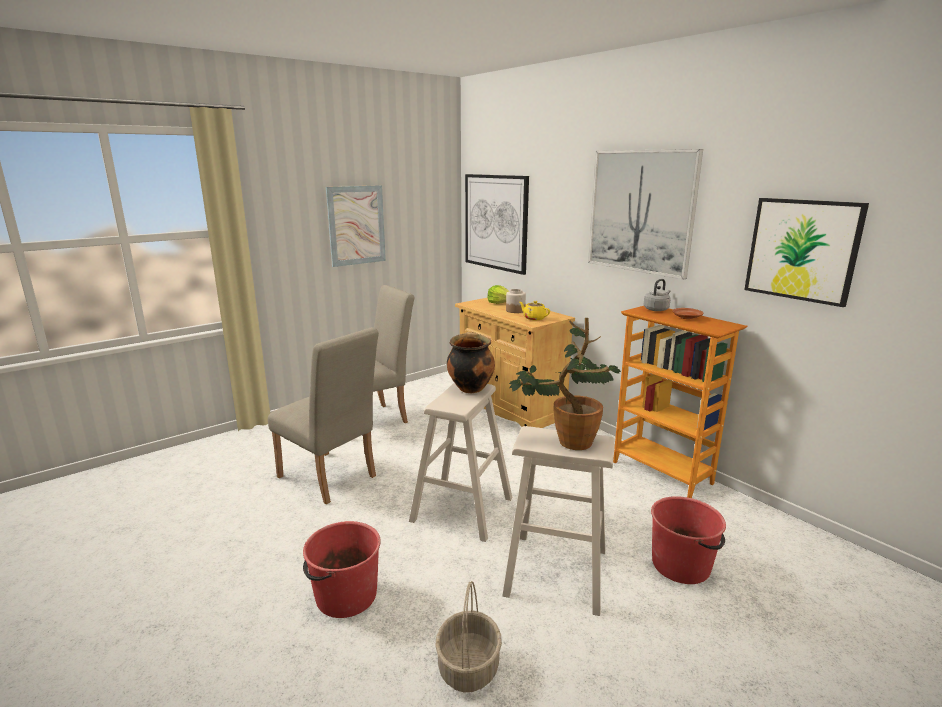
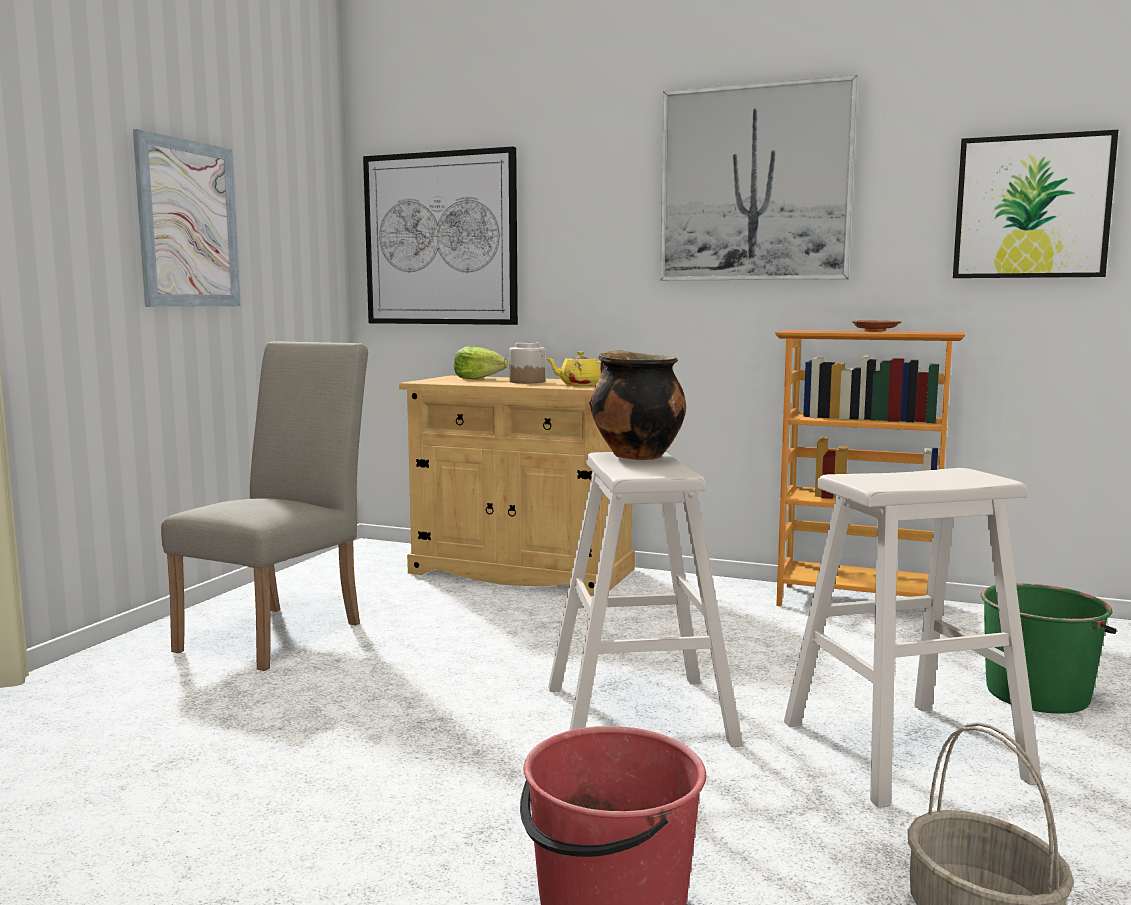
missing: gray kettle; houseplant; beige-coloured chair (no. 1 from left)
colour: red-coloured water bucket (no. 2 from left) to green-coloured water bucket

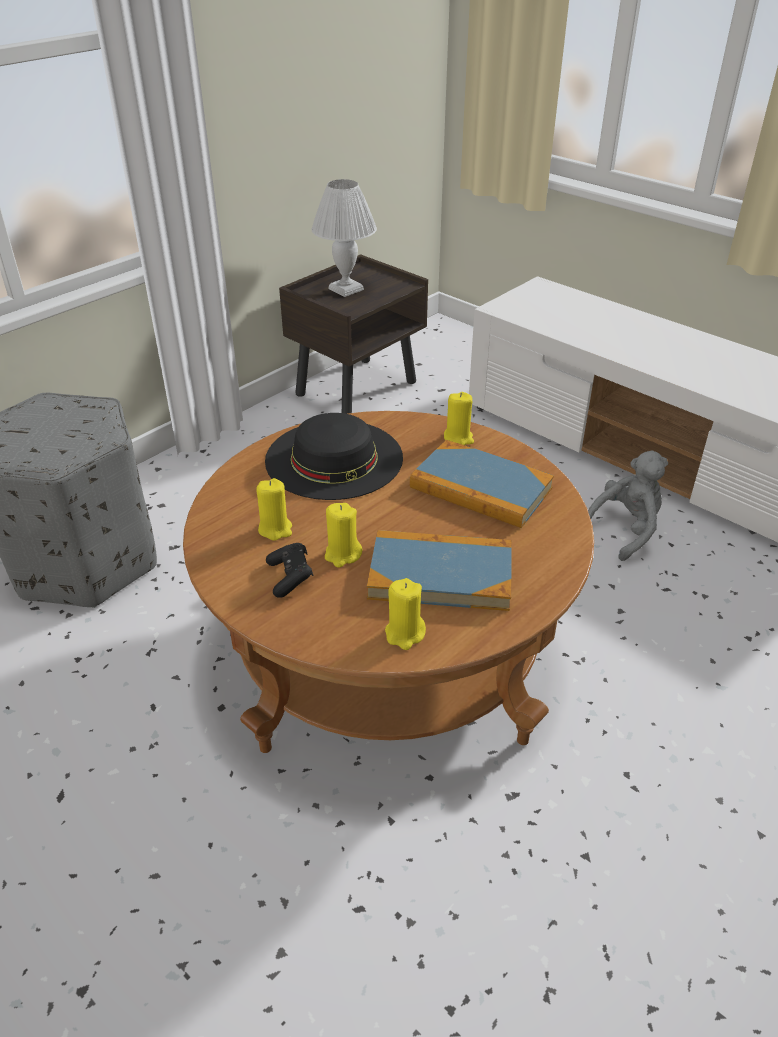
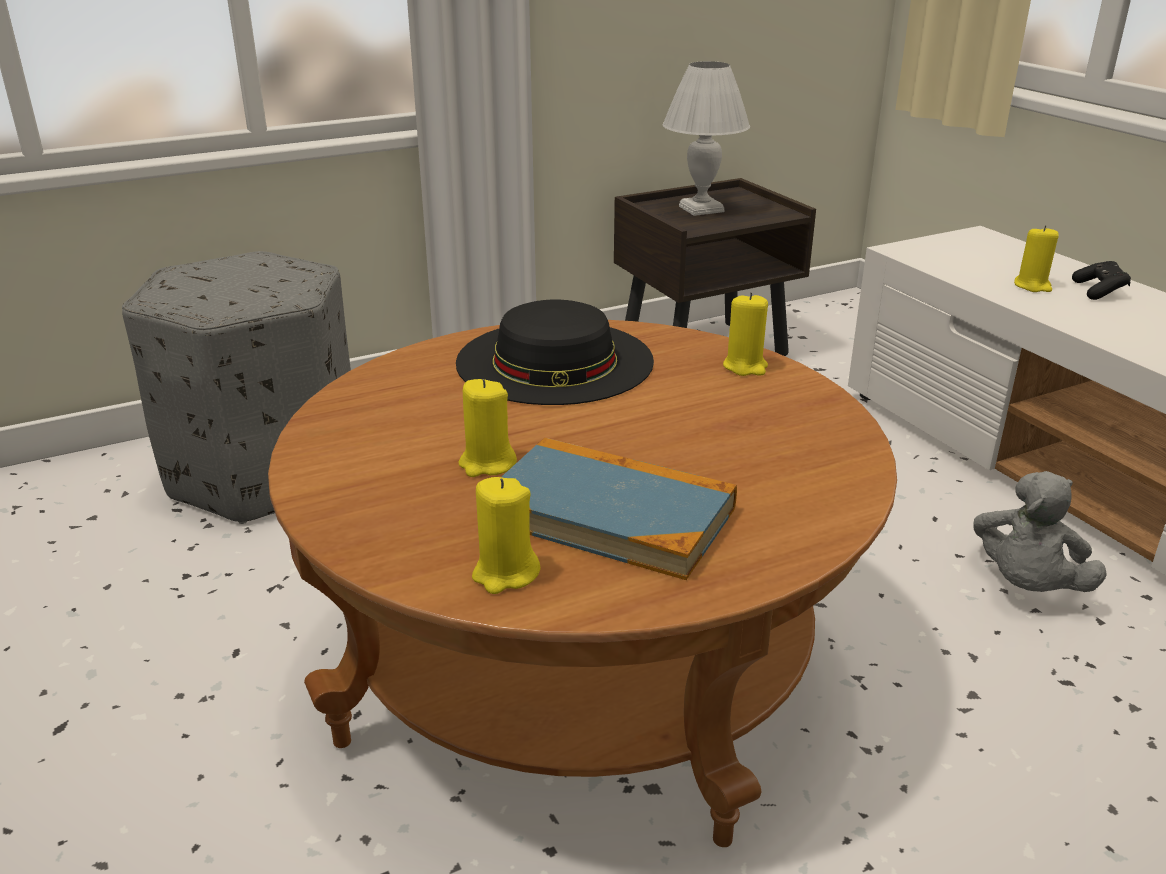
missing: volume (no. 2 from left)
relocated: yellow-coloured wax candle (no. 1 from left in the first image) to yellow-coloured wax candle (no. 4 from left); black joypad
spun: gray plush toy 135 degrees clockwise

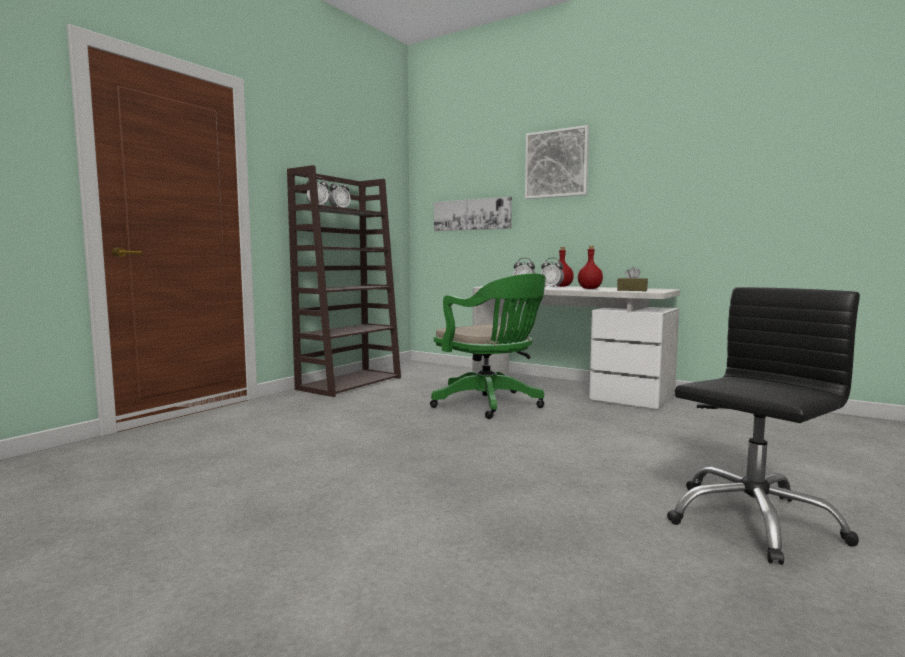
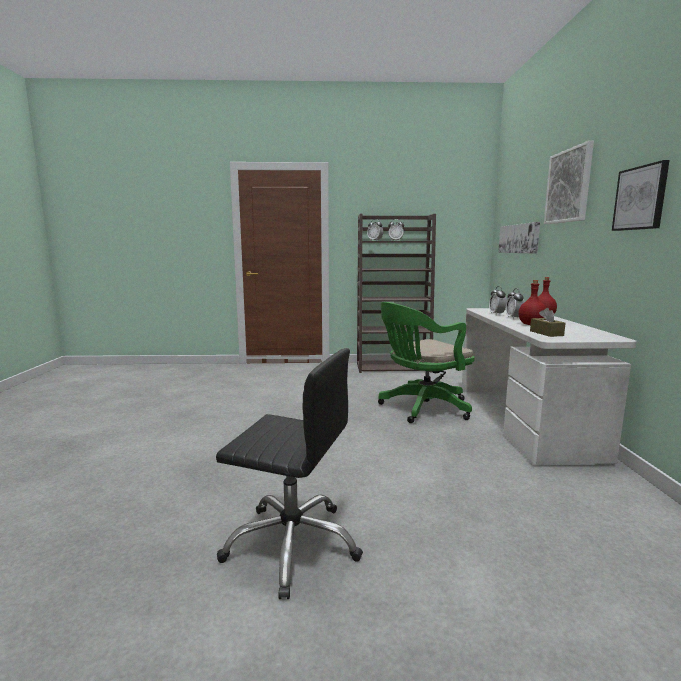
appeared: wall picture (no. 3 from left)
spun: green-coloured office chair 45 degrees clockwise

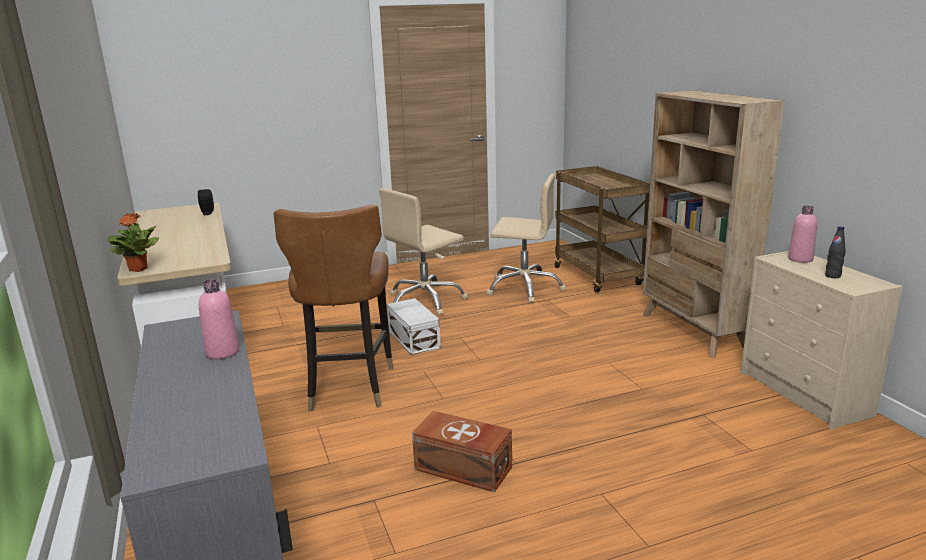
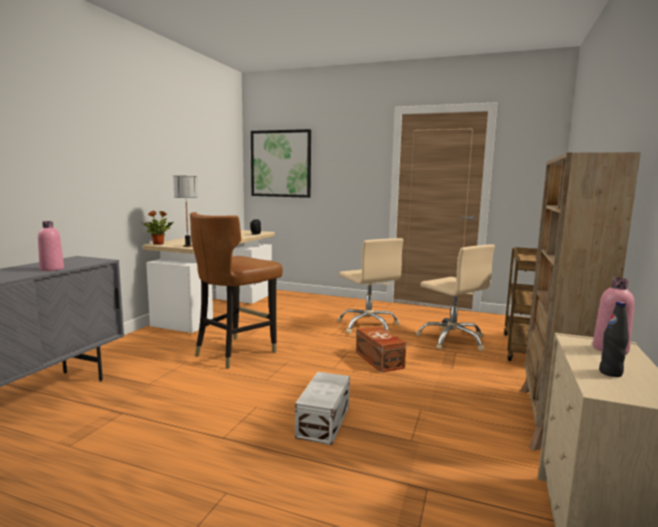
appeared: wall picture; table lamp
relocated: white-coloured storage bin; brown-coloured storage bin
spun: beige-coloured office chair (no. 1 from left) 120 degrees counterclockwise

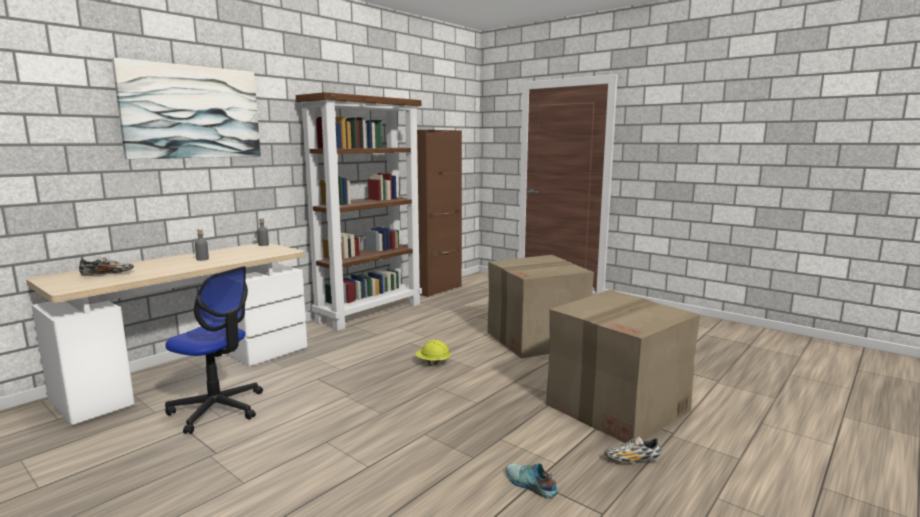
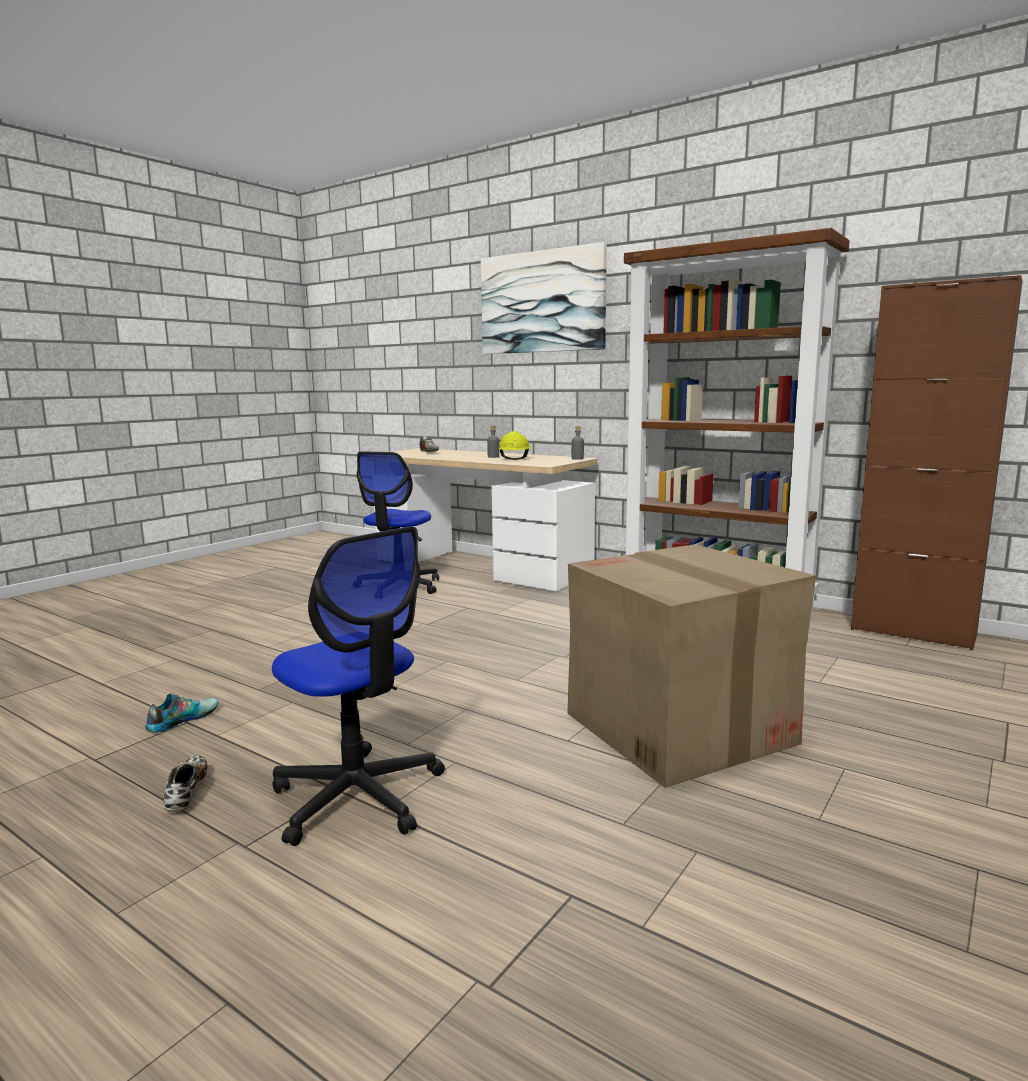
relocated: yellow-coloured work helmet
exchanged: carton (no. 2 from left) to office chair (no. 1 from left)

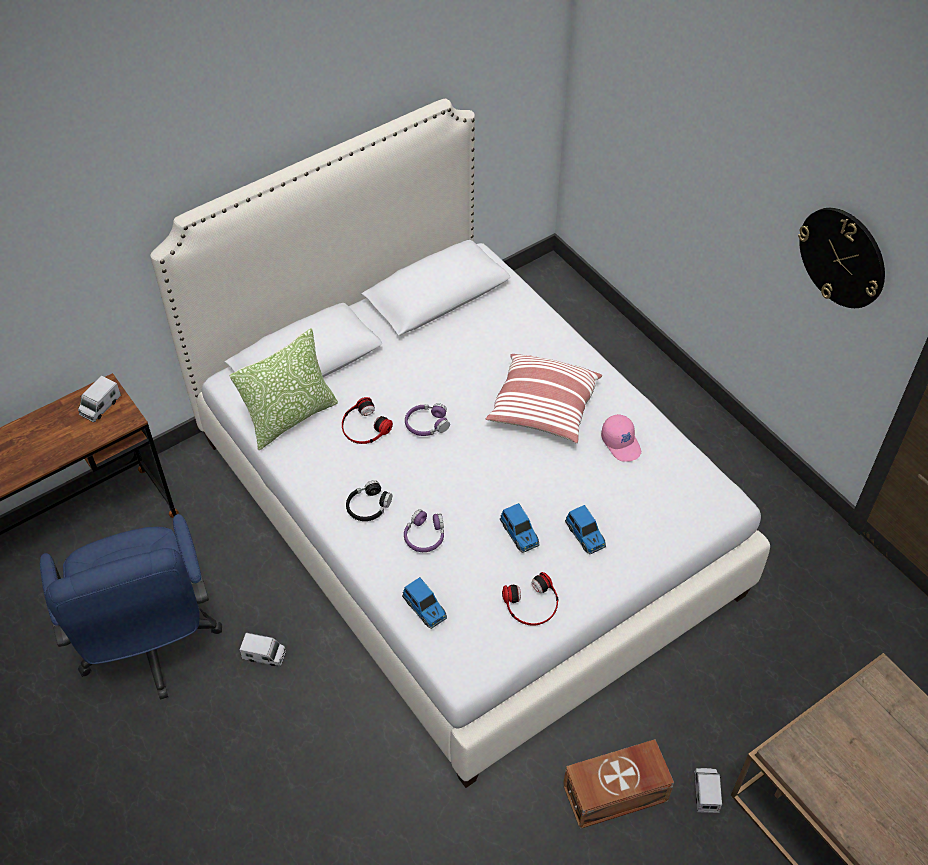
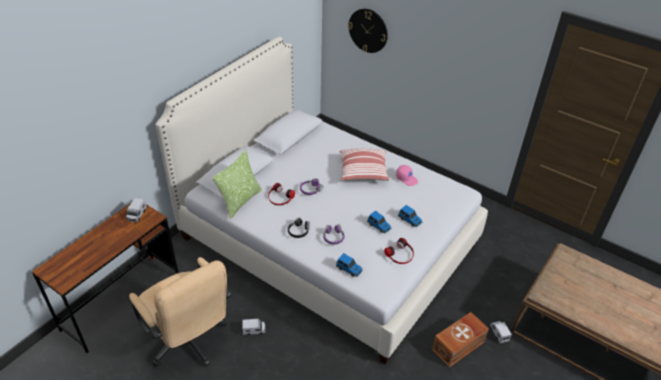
relocated: hanging clock
colour: blue-coloured office chair to beige-coloured office chair

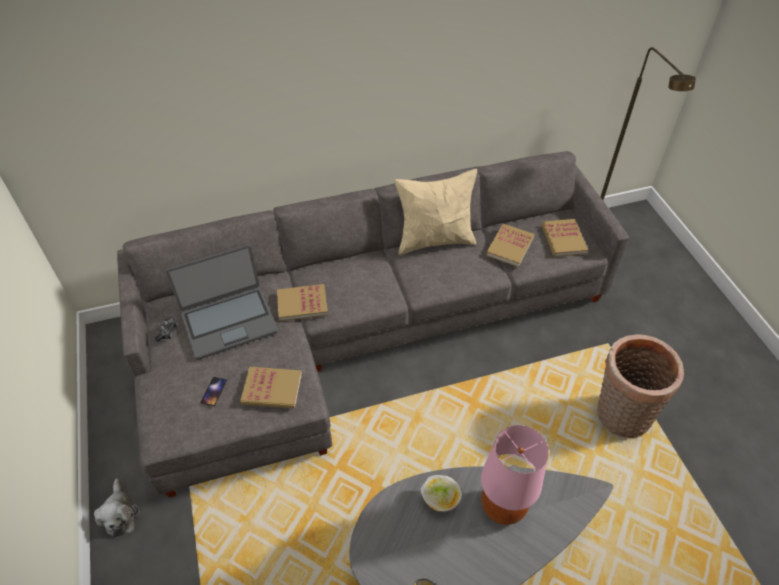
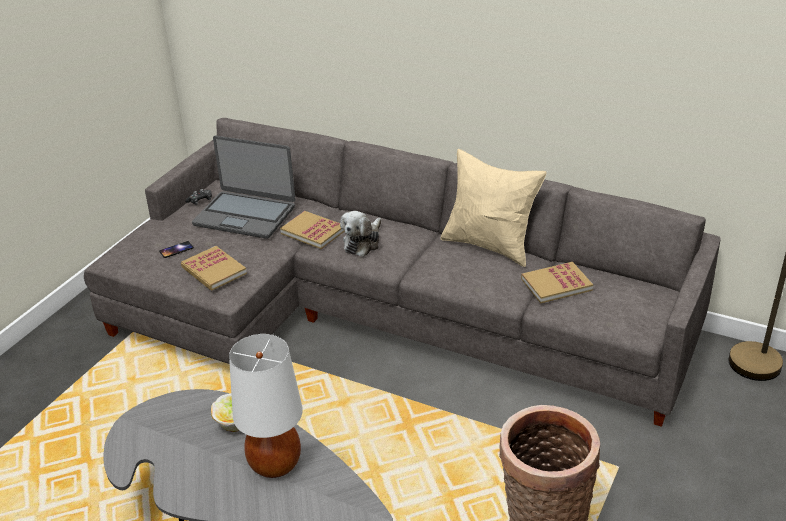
missing: volume (no. 4 from left)
relocated: plush toy
colour: pinkish table lamp to white-coloured table lamp

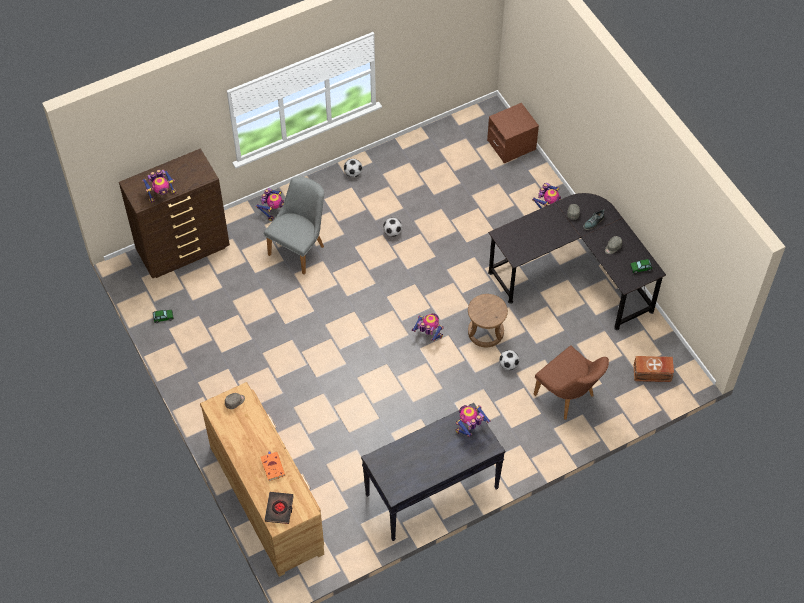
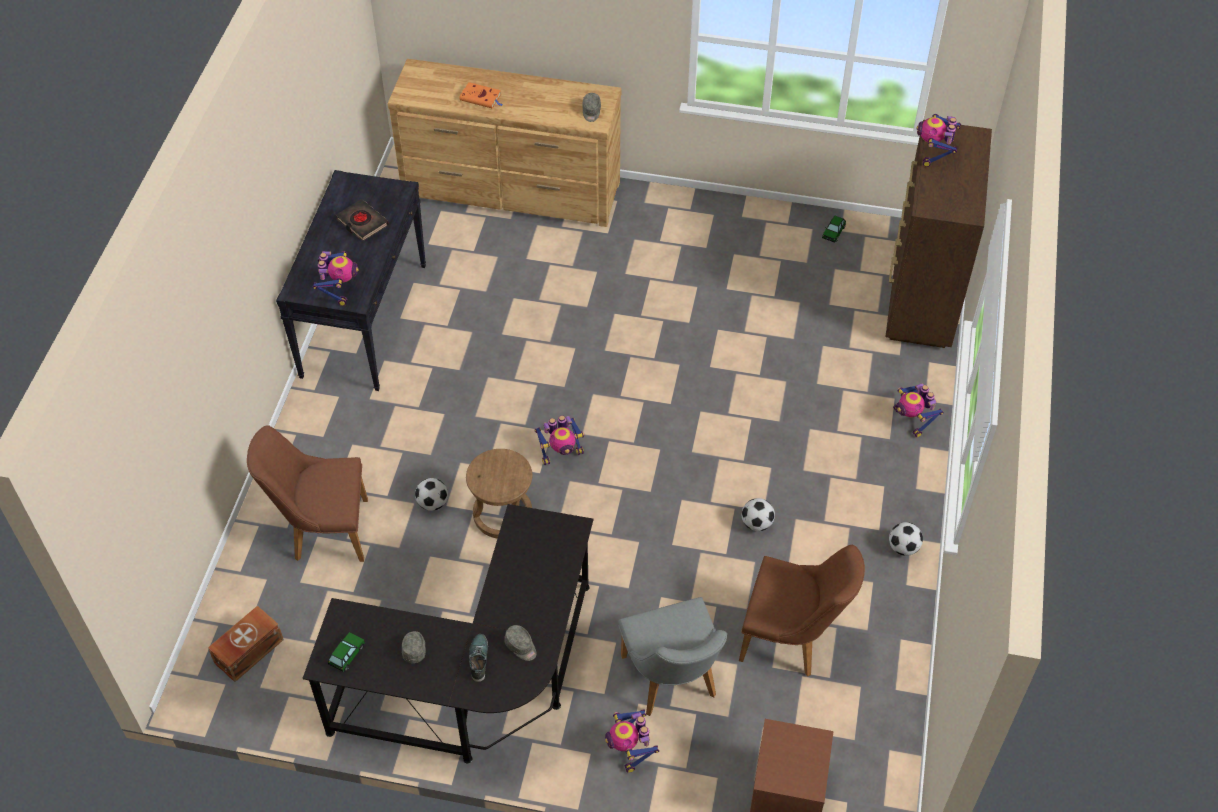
appeared: brown-coloured chair (no. 2 from left)
relocated: gray chair; black volume

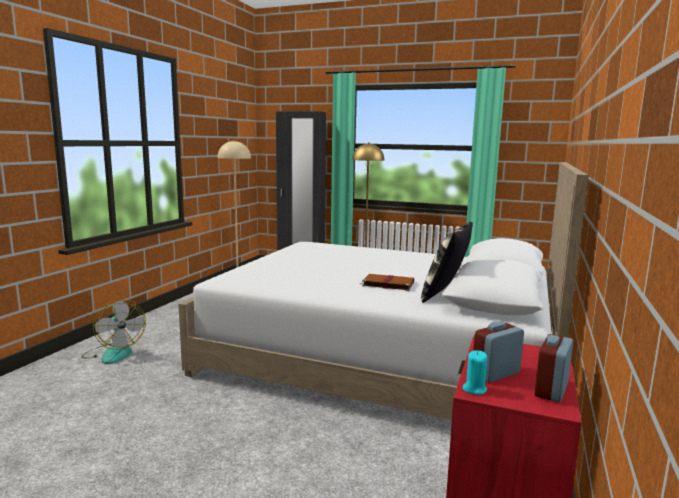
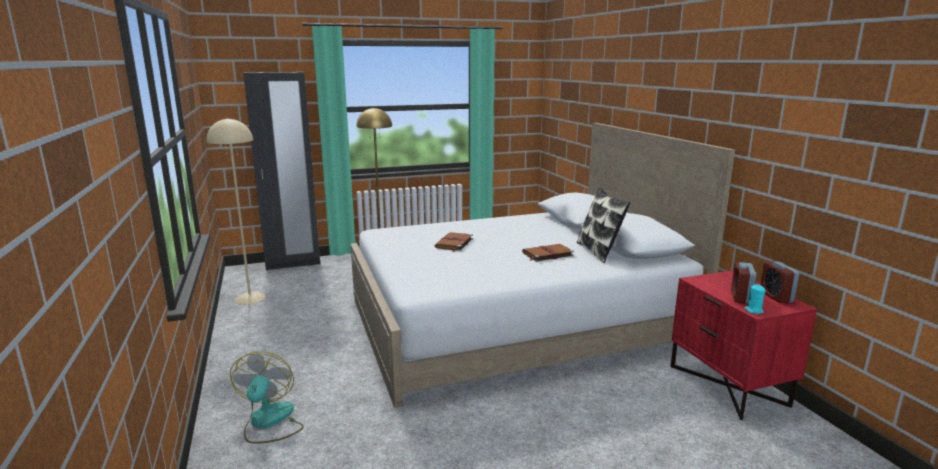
appeared: brown-coloured volume (no. 1 from left)
spun: electric fan 105 degrees counterclockwise

